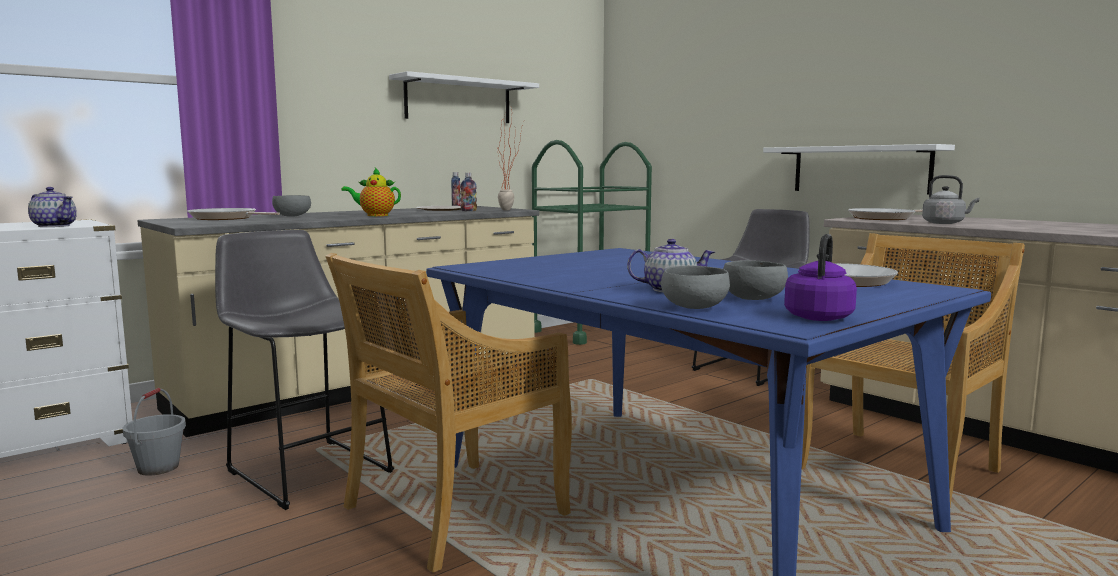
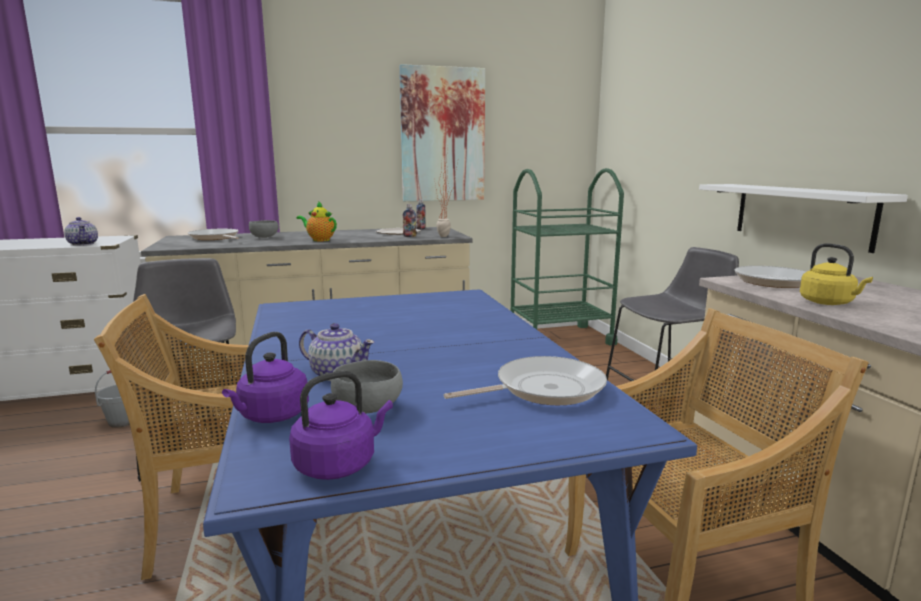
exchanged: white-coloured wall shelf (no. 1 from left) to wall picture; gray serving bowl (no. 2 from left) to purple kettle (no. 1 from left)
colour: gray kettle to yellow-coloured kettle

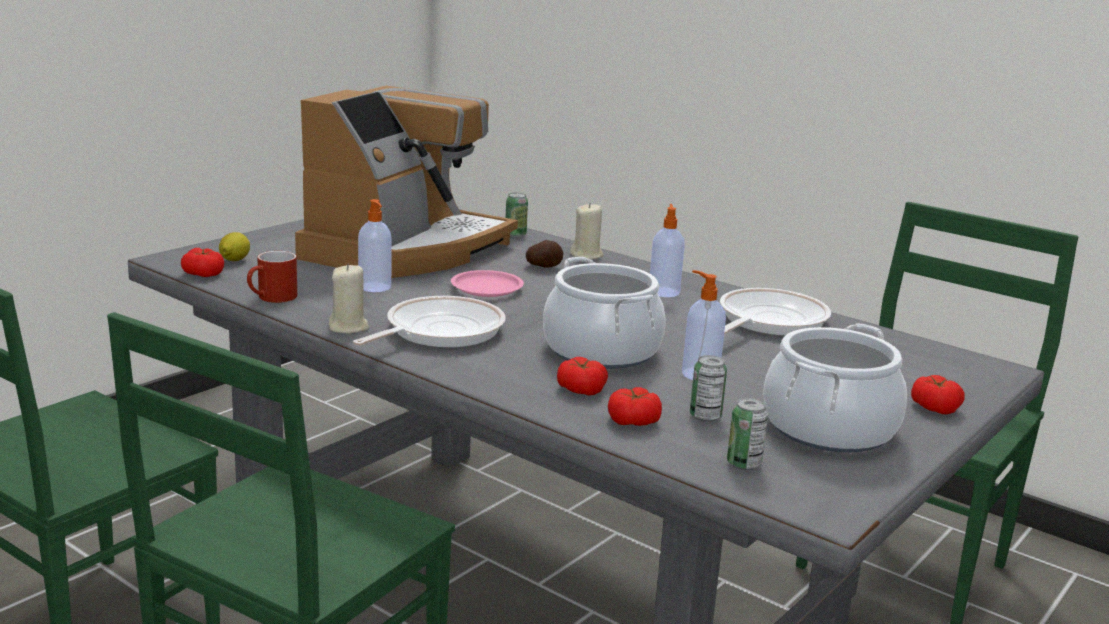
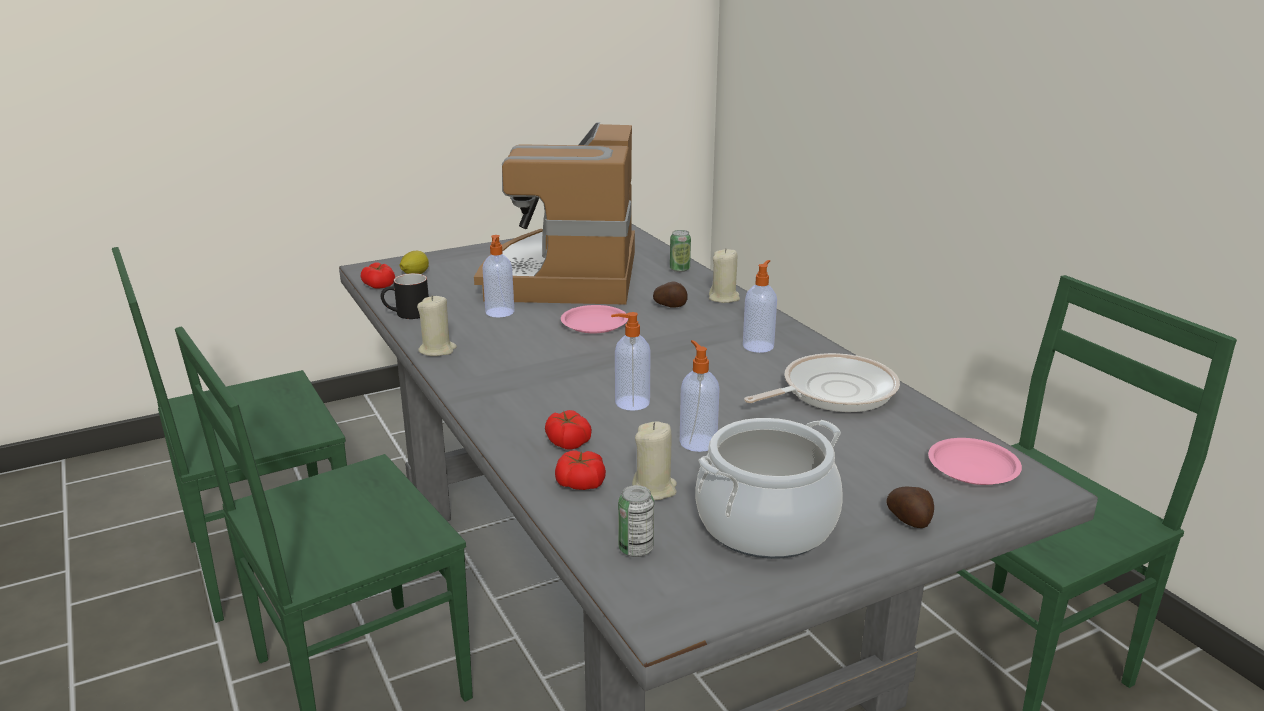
missing: skillet (no. 1 from left)
appeared: pinkish dinner plate (no. 2 from left)
exchanged: stockpot (no. 1 from left) to soap dispenser (no. 2 from left); metal can (no. 2 from left) to beige-coloured wax candle (no. 2 from left); whole tomato (no. 4 from left) to spud (no. 2 from left)
colour: red-coloured mug to black mug
spun: coffee brewer 135 degrees clockwise

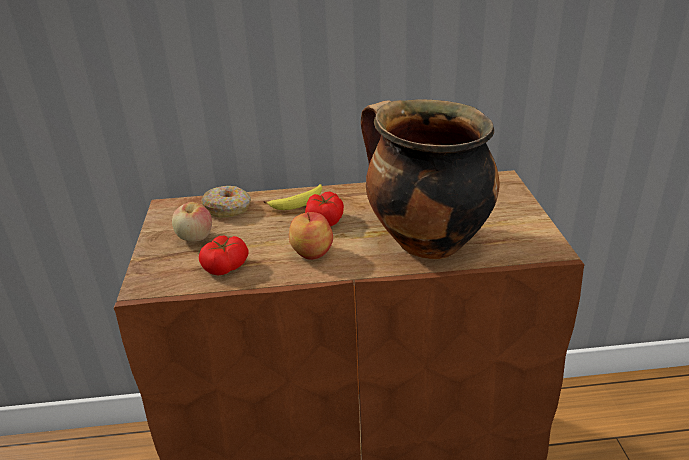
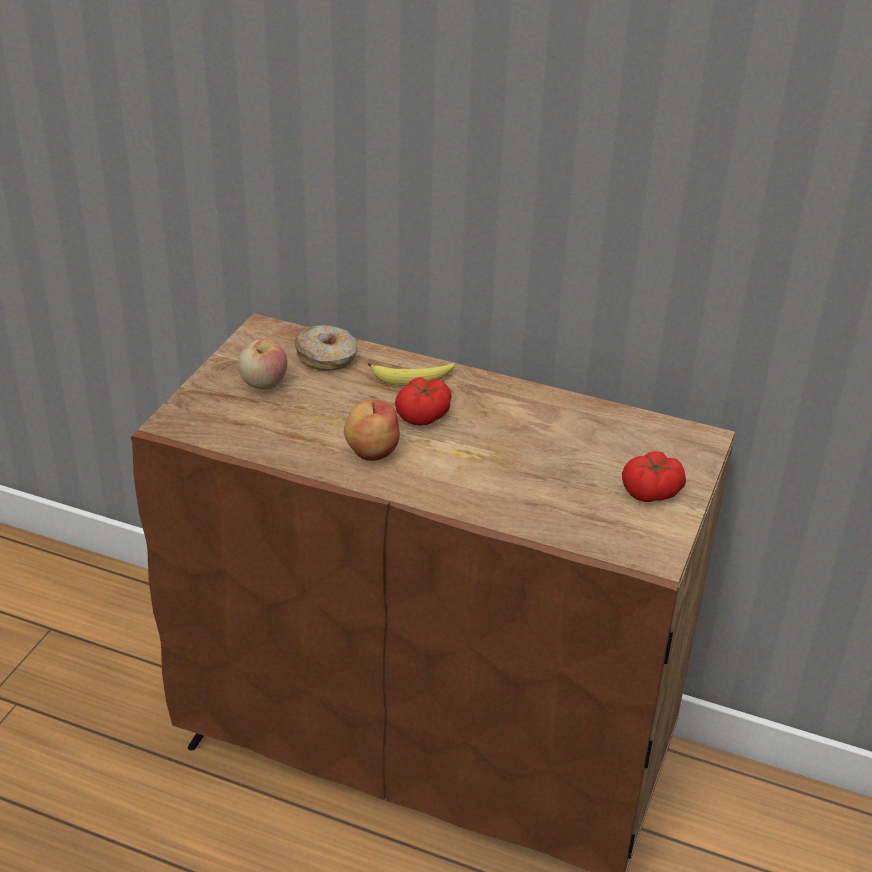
missing: stockpot
relocated: whole tomato (no. 1 from left in the first image) to whole tomato (no. 2 from left)

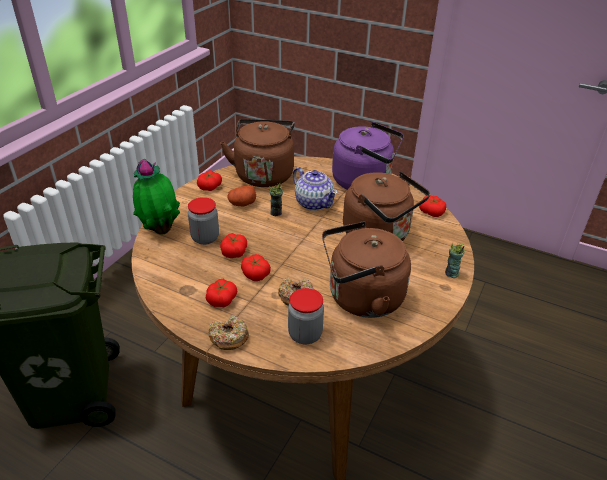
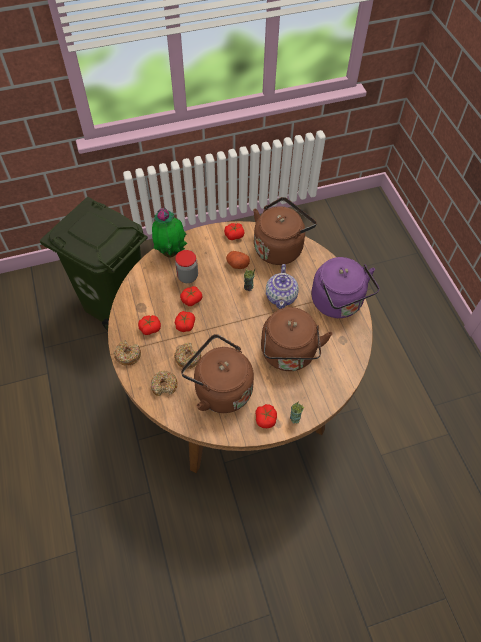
relocated: whole tomato (no. 5 from left)
exchanged: preserve jar (no. 2 from left) to ring doughnut (no. 2 from left)

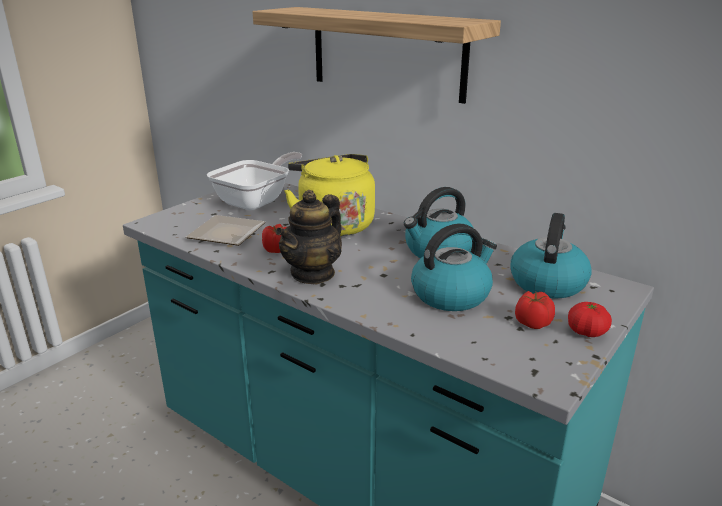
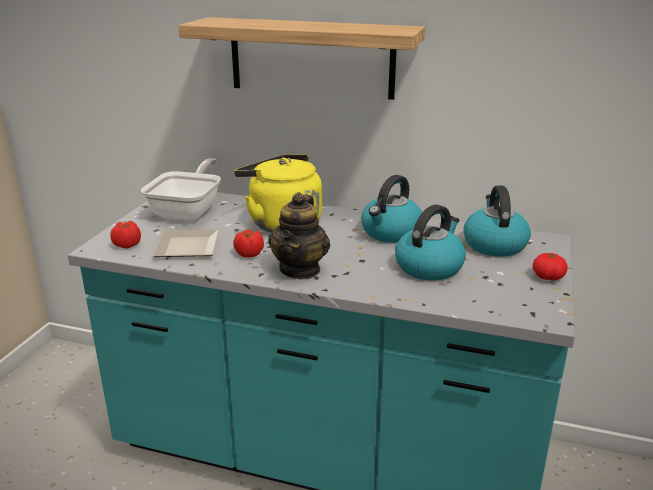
relocated: whole tomato (no. 2 from left in the first image) to whole tomato (no. 1 from left)

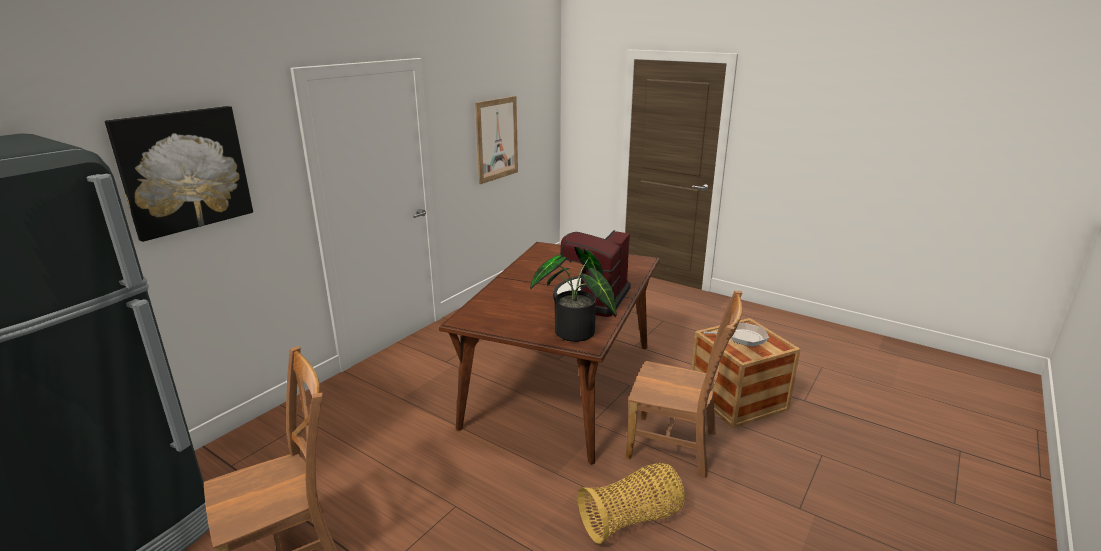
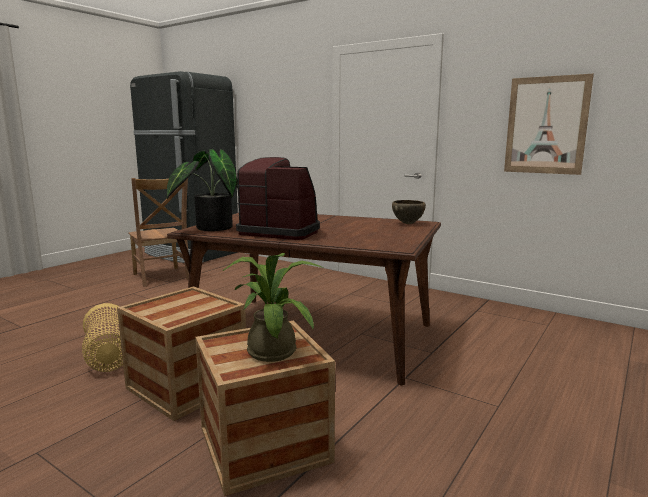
missing: wall picture (no. 1 from left)
appeared: brown-coloured serving bowl
exchanged: brown-coloured chair (no. 2 from left) to packing crate (no. 1 from left); skillet to houseplant (no. 2 from left)

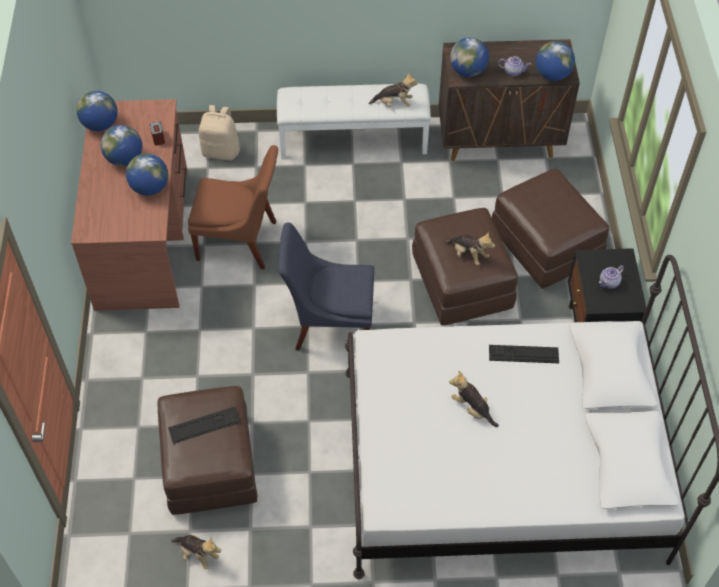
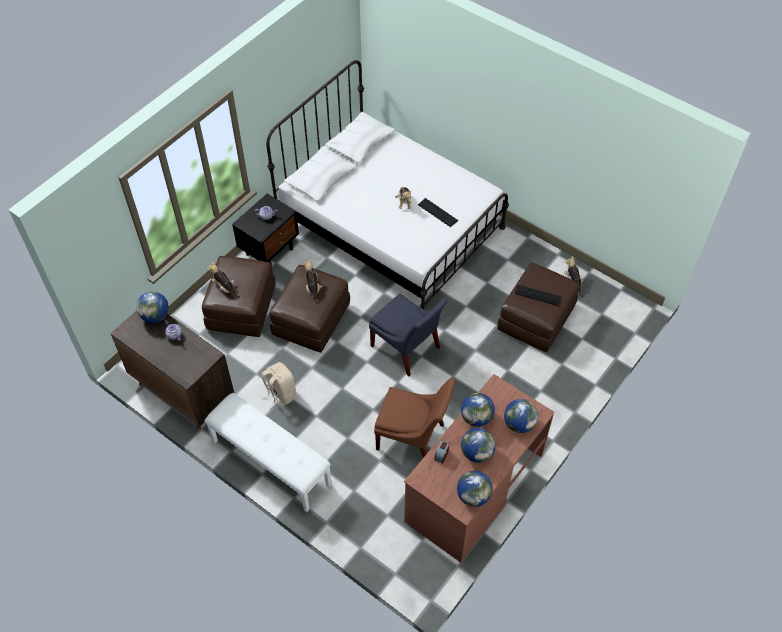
relocated: desk globe (no. 4 from left in the first image) to desk globe (no. 5 from left); plush toy (no. 2 from left in the first image) to plush toy (no. 1 from left); beige-coloured knapsack; computer keyboard (no. 2 from left in the first image) to computer keyboard (no. 1 from left)
spun: brown-coloured chair 150 degrees clockwise

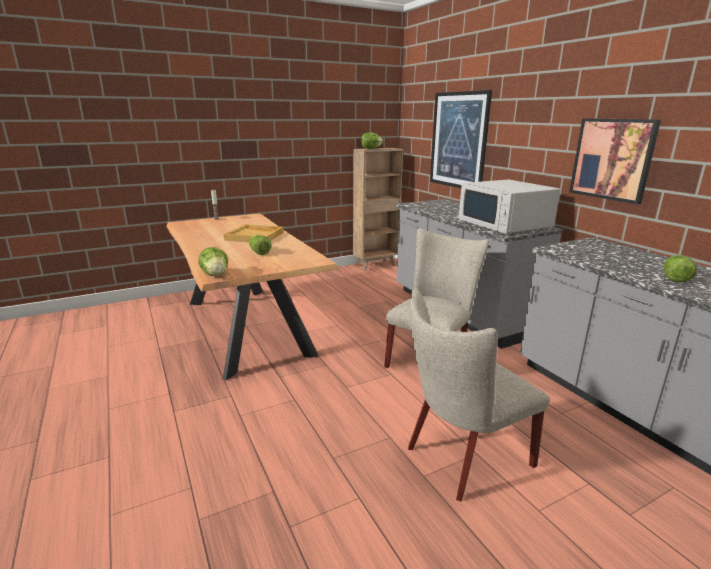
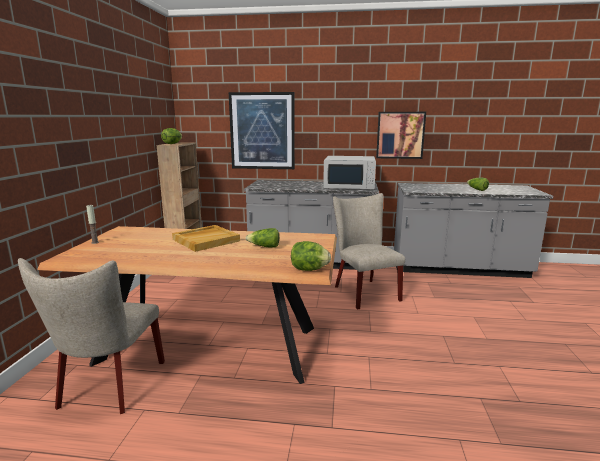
relocated: beige-coloured chair (no. 2 from left in the first image) to beige-coloured chair (no. 1 from left)

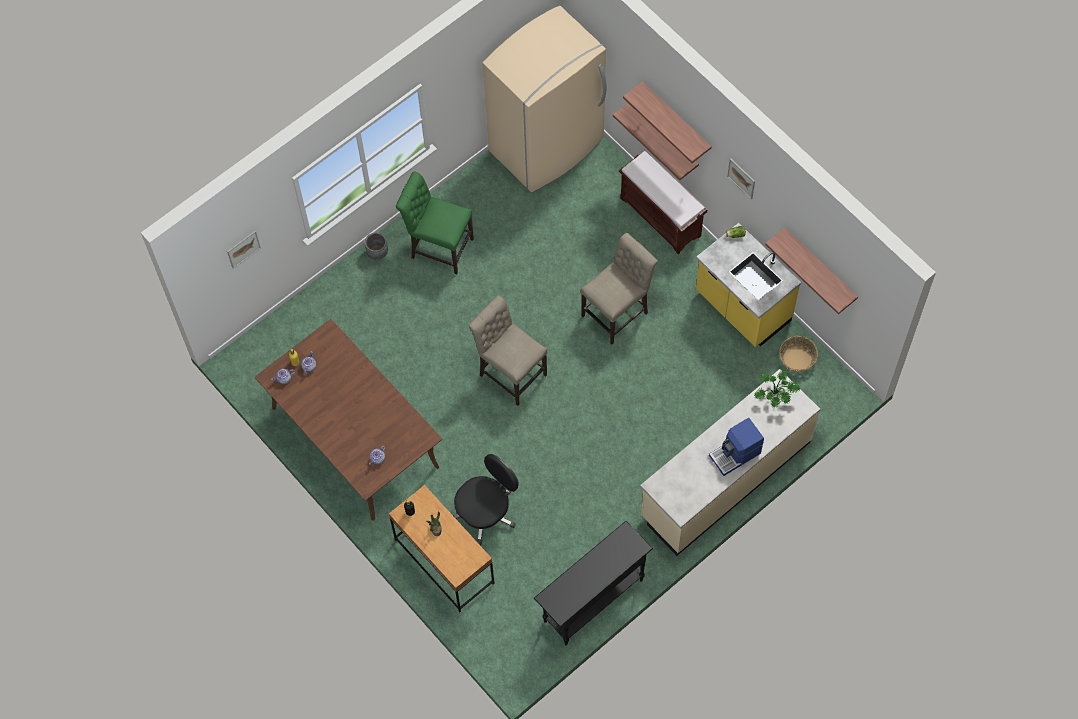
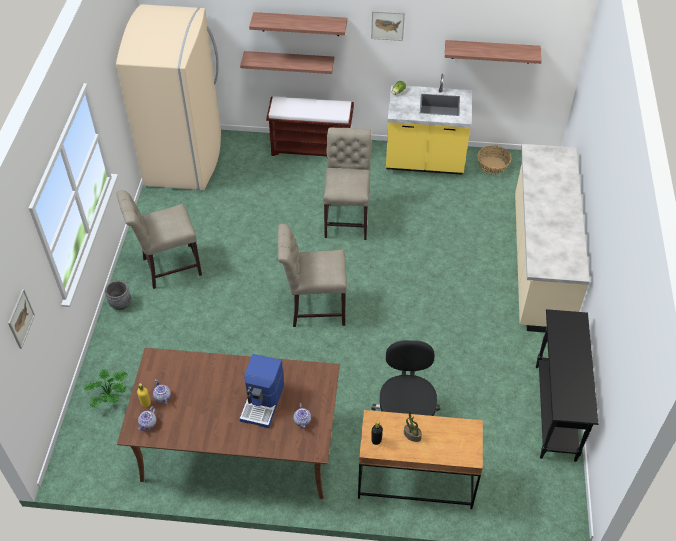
relocated: houseplant (no. 2 from left in the first image) to houseplant (no. 1 from left); coffee brewer
colour: green-coloured chair to beige-coloured chair (no. 1 from left)

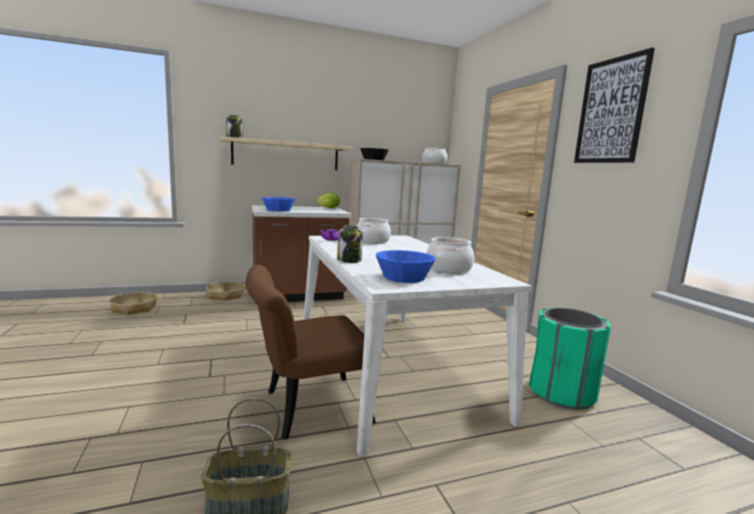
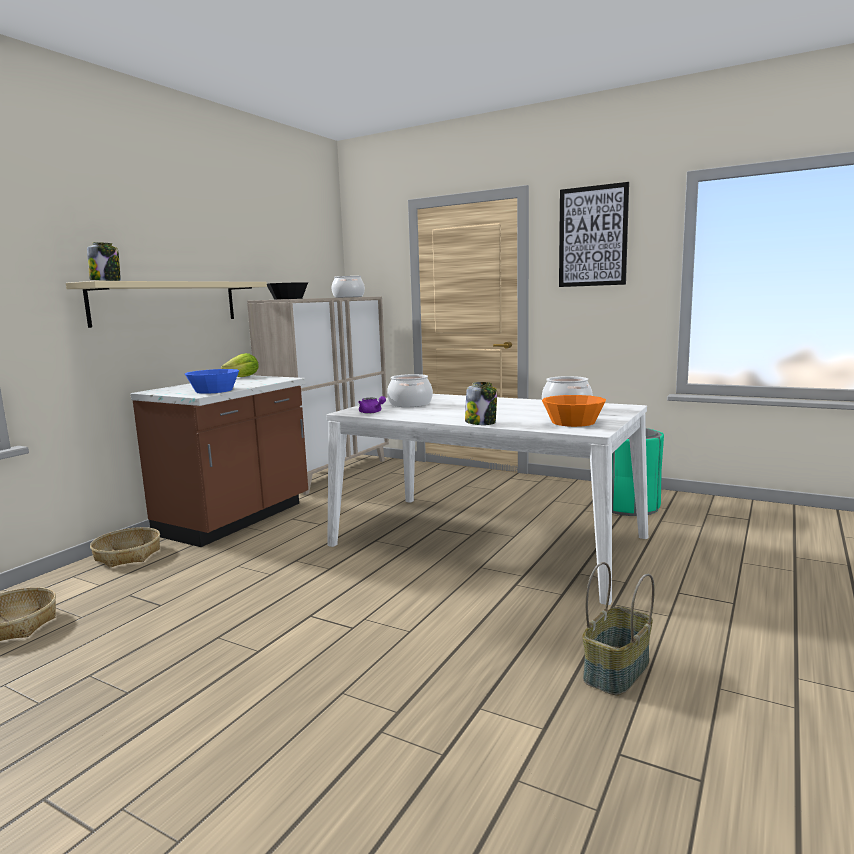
missing: brown-coloured chair
colour: blue-coloured serving bowl (no. 2 from left) to orangey serving bowl

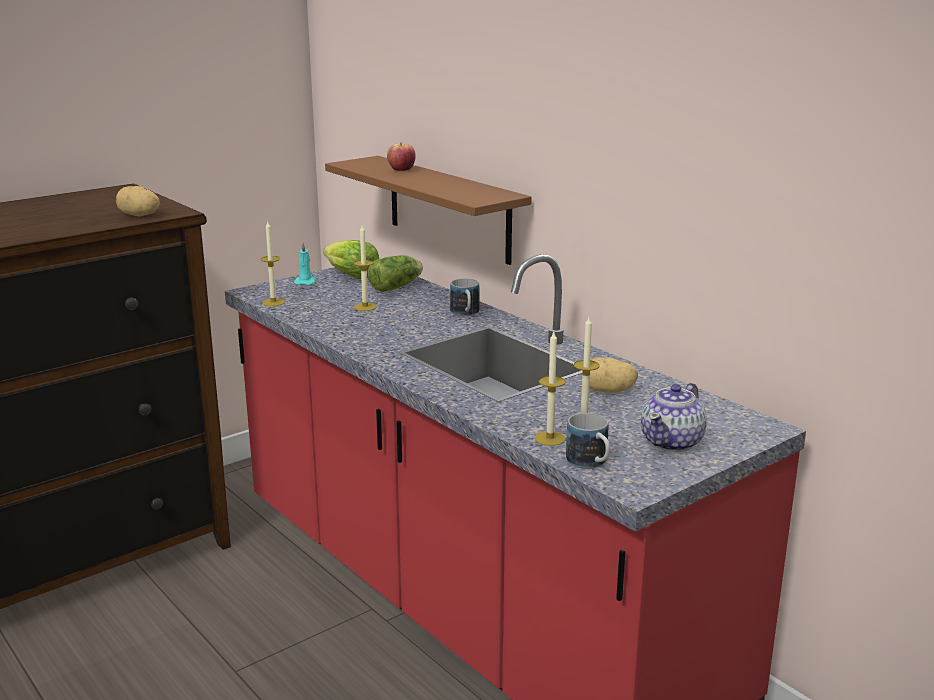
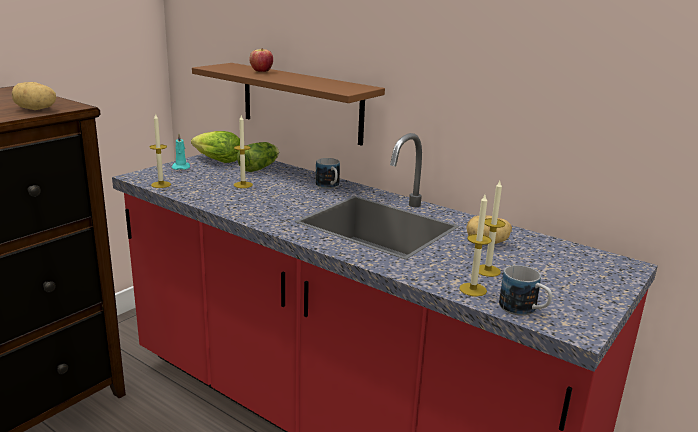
missing: teapot

